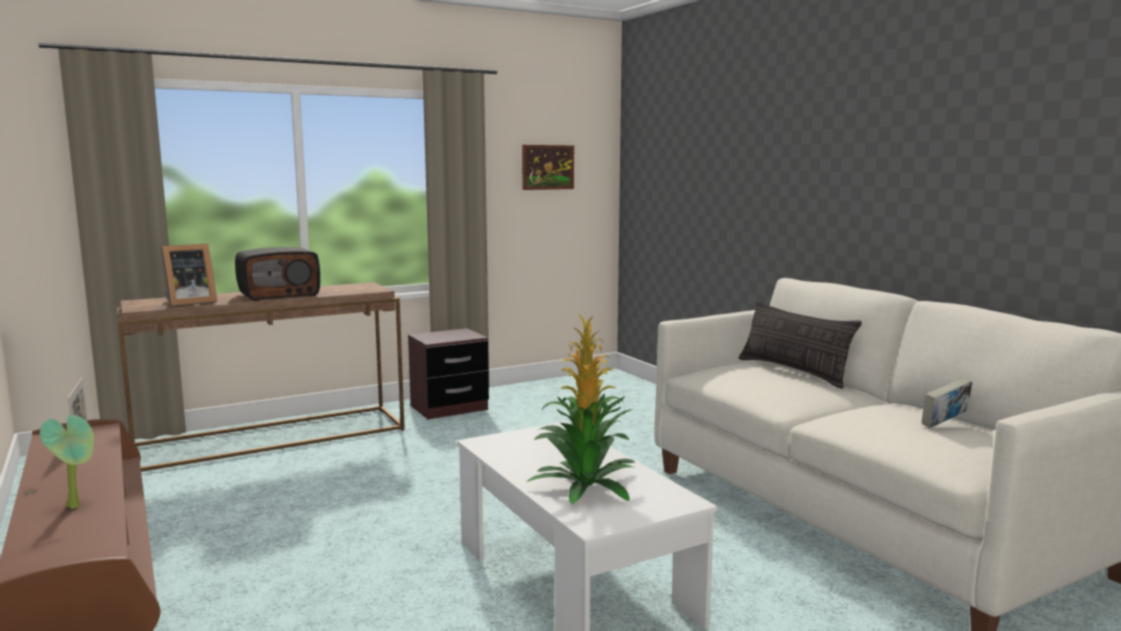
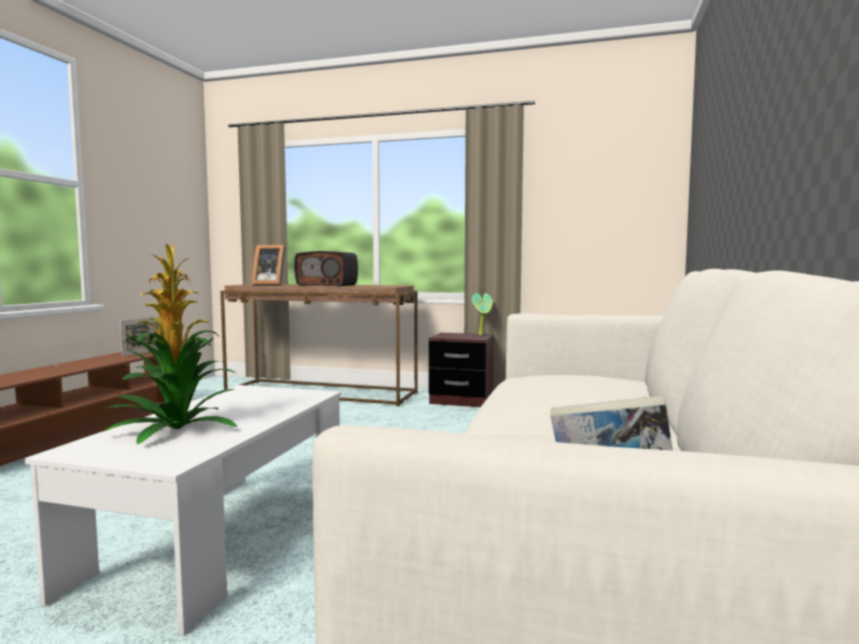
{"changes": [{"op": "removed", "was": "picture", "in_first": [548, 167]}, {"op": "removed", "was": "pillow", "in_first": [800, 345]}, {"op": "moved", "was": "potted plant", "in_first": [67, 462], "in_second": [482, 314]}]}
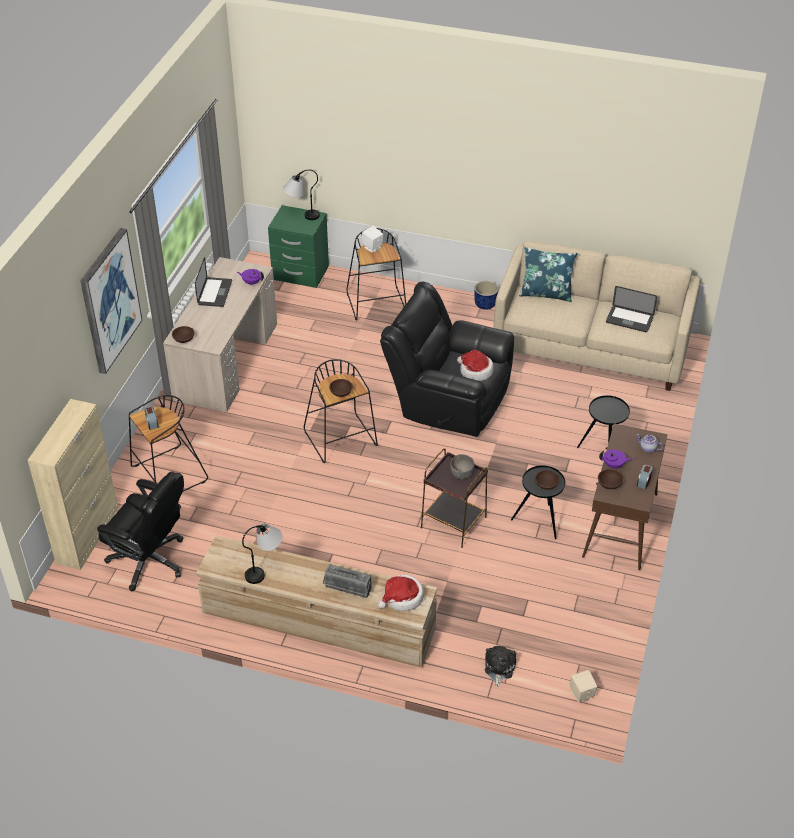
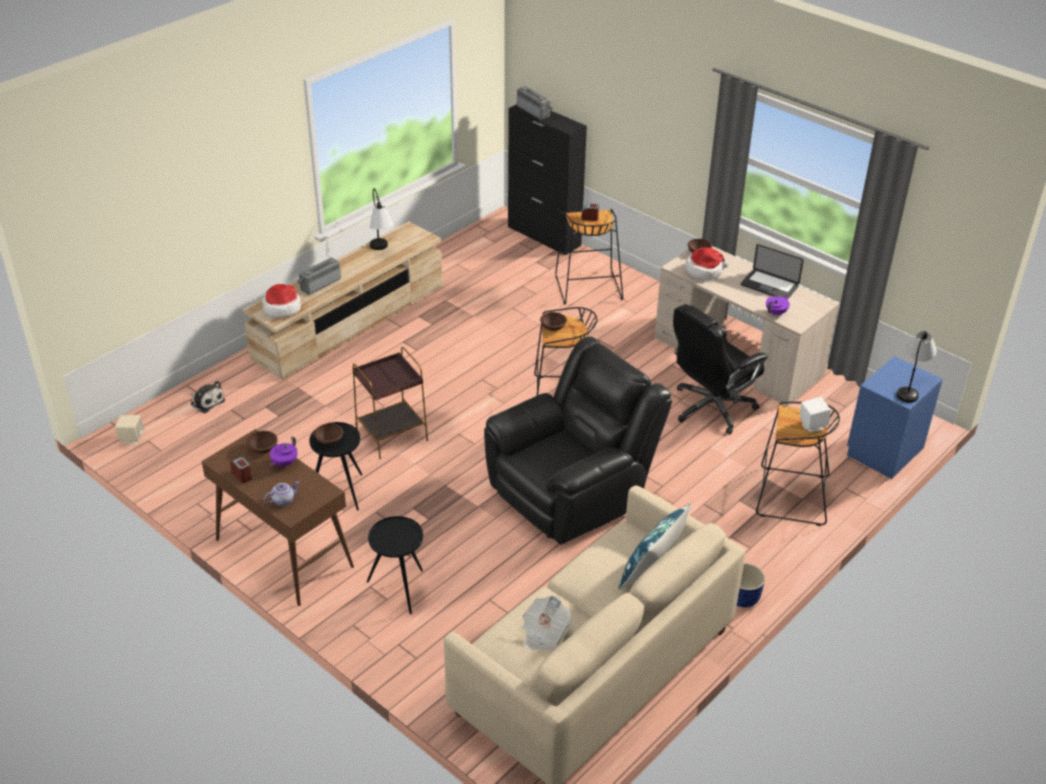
{"changes": [{"op": "recoloured", "was": "green nightstand", "now": "blue nightstand", "in_first": [298, 246], "in_second": [895, 417]}, {"op": "removed", "was": "picture", "in_first": [111, 301]}, {"op": "replaced", "was": "laptop", "now": "newspaper", "in_first": [631, 309], "in_second": [547, 623]}, {"op": "moved", "was": "hat", "in_first": [475, 365], "in_second": [707, 263]}, {"op": "recoloured", "was": "beige cabinet", "now": "black cabinet", "in_first": [73, 484], "in_second": [547, 179]}, {"op": "removed", "was": "grey bowl", "in_first": [462, 466]}, {"op": "moved", "was": "black office chair", "in_first": [140, 531], "in_second": [720, 369]}, {"op": "added", "now": "radio", "in_second": [535, 103]}]}
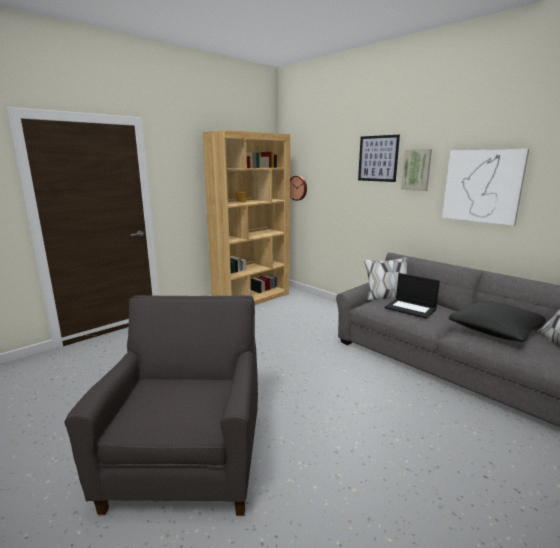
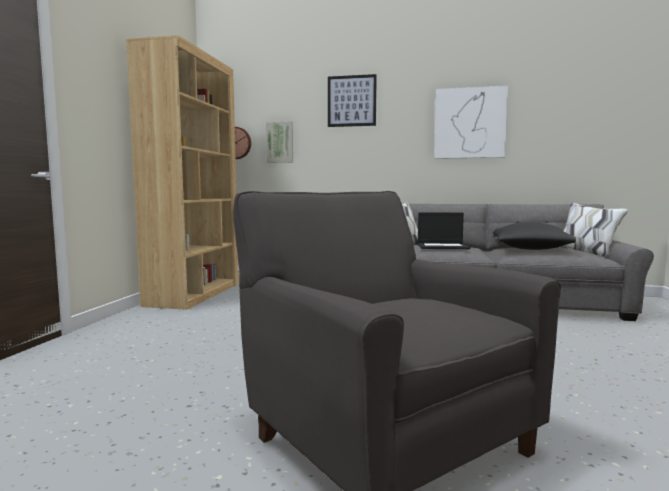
{"changes": [{"op": "moved", "was": "picture", "in_first": [416, 170], "in_second": [279, 142]}]}
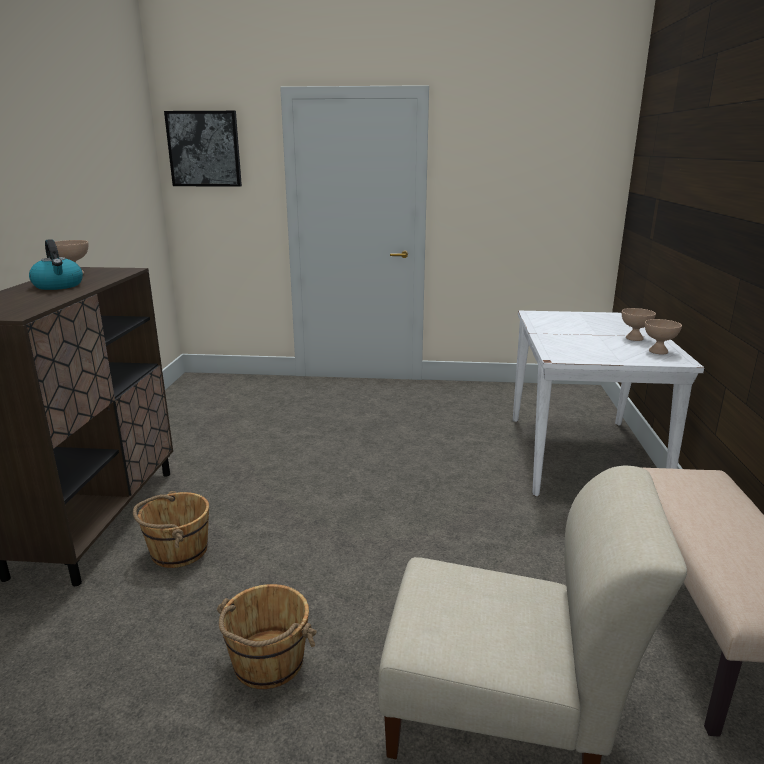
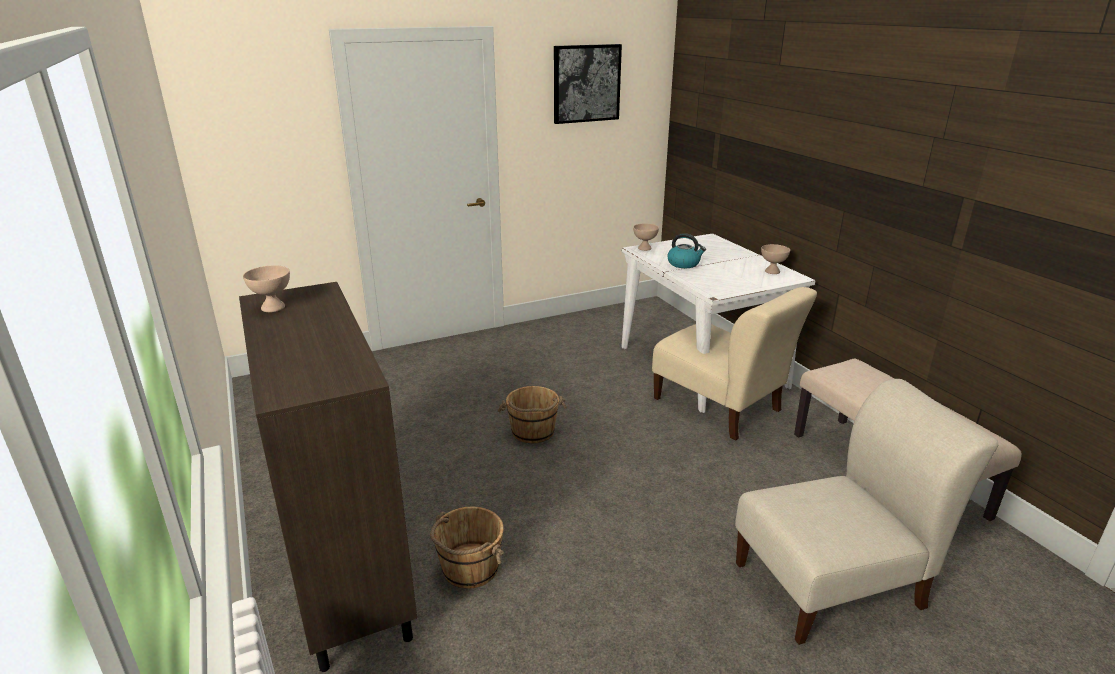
{"changes": [{"op": "moved", "was": "picture", "in_first": [203, 149], "in_second": [588, 84]}, {"op": "moved", "was": "kettle", "in_first": [56, 264], "in_second": [686, 250]}, {"op": "moved", "was": "beige bowl", "in_first": [639, 324], "in_second": [646, 237]}, {"op": "moved", "was": "brown bucket", "in_first": [267, 636], "in_second": [532, 414]}, {"op": "added", "now": "beige chair", "in_second": [734, 363]}]}
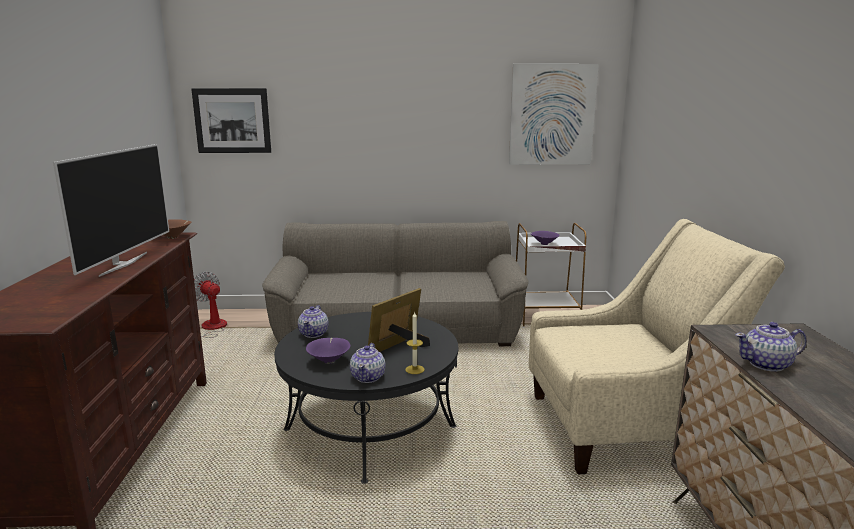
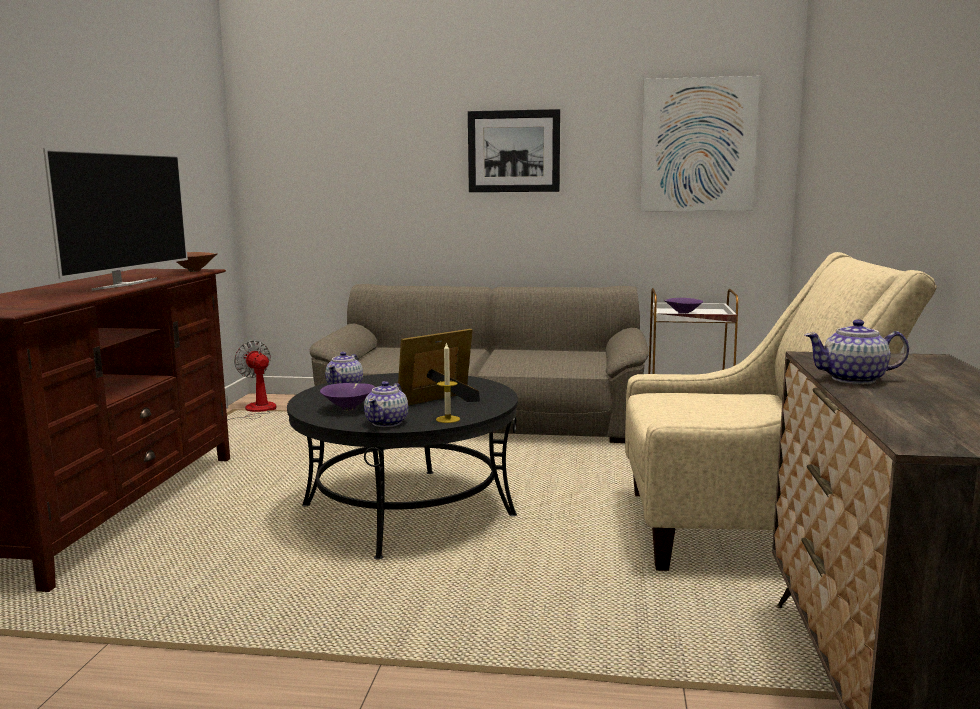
{"changes": [{"op": "moved", "was": "picture", "in_first": [231, 120], "in_second": [514, 150]}]}
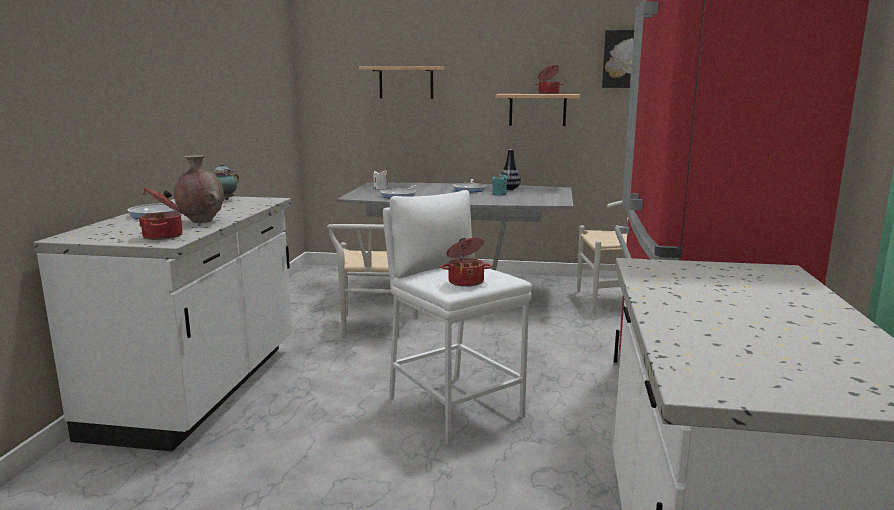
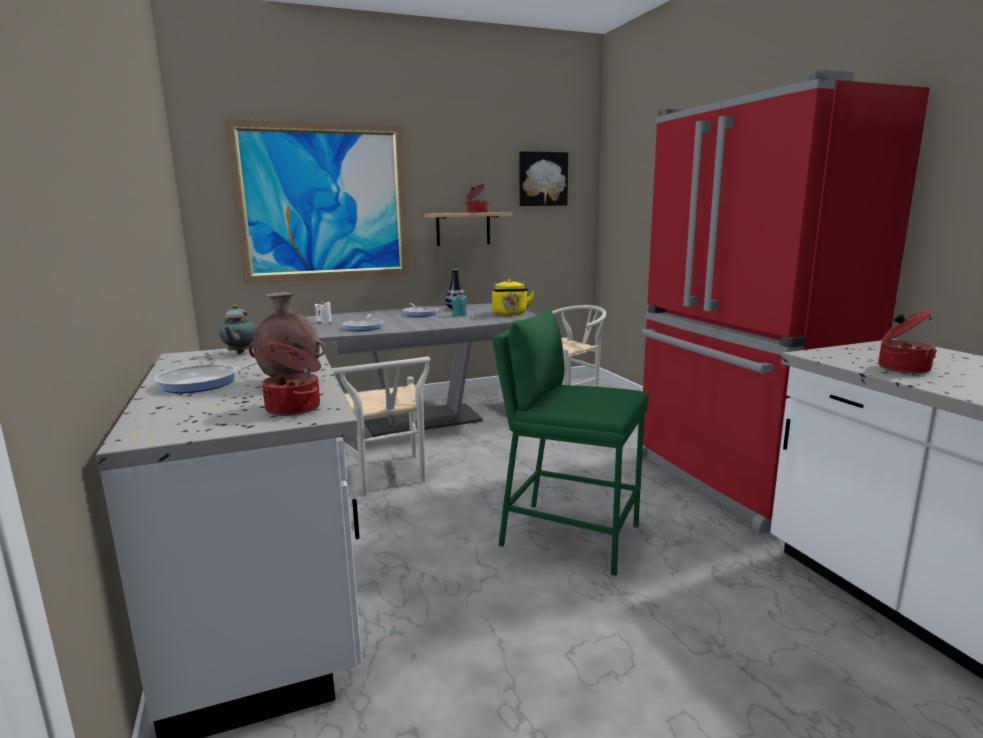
{"changes": [{"op": "replaced", "was": "shelf", "now": "picture", "in_first": [402, 82], "in_second": [316, 201]}, {"op": "recoloured", "was": "white stool", "now": "green stool", "in_first": [457, 318], "in_second": [571, 442]}, {"op": "moved", "was": "cooking pot", "in_first": [466, 262], "in_second": [907, 342]}, {"op": "added", "now": "yellow kettle", "in_second": [513, 297]}]}
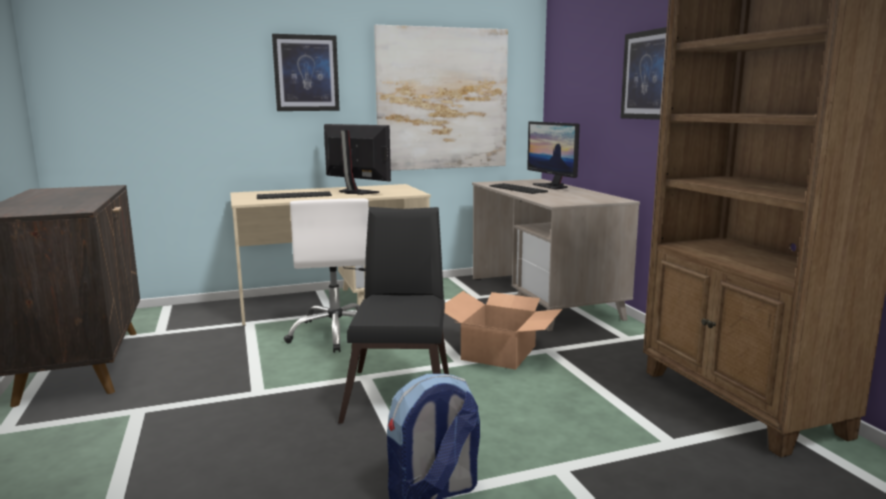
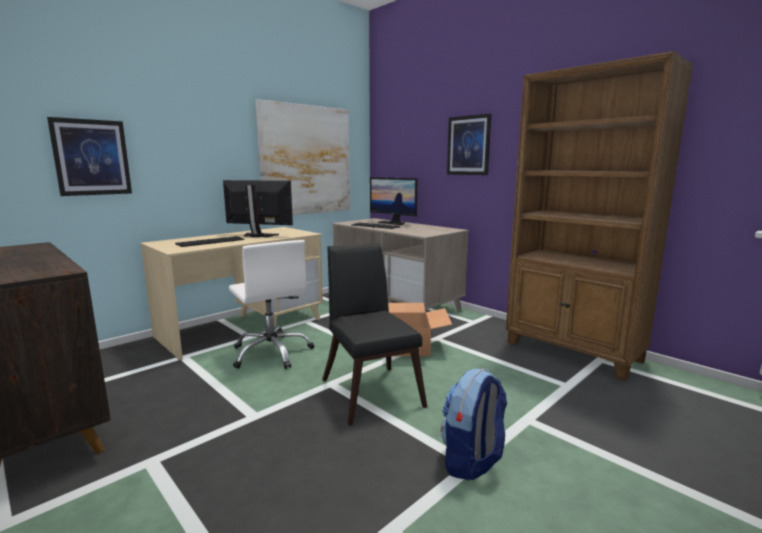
{"changes": [{"op": "moved", "was": "picture", "in_first": [306, 72], "in_second": [89, 156]}]}
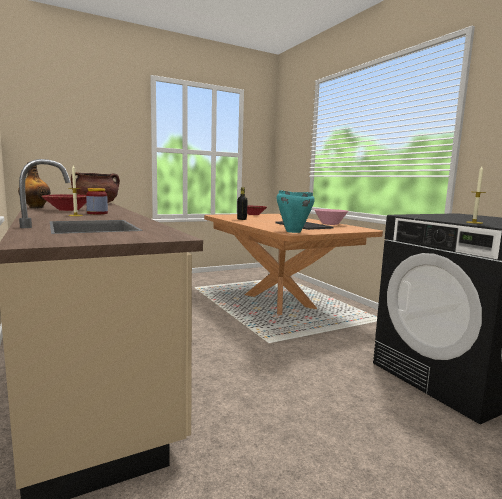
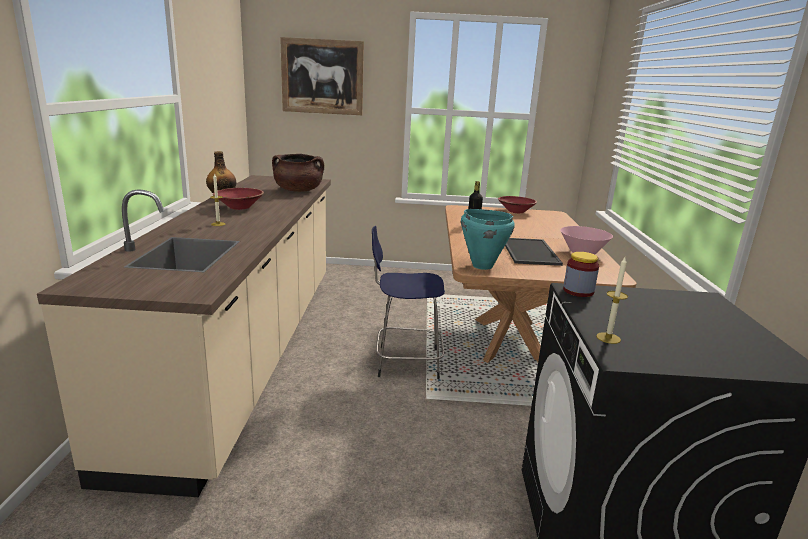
{"changes": [{"op": "moved", "was": "jar", "in_first": [97, 201], "in_second": [581, 274]}, {"op": "added", "now": "picture", "in_second": [322, 76]}, {"op": "added", "now": "blue stool", "in_second": [408, 302]}]}
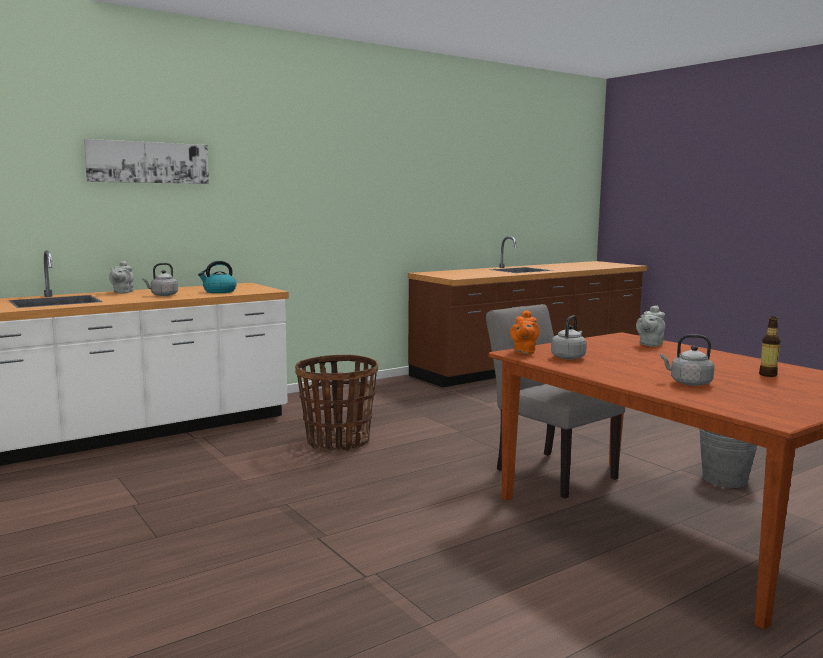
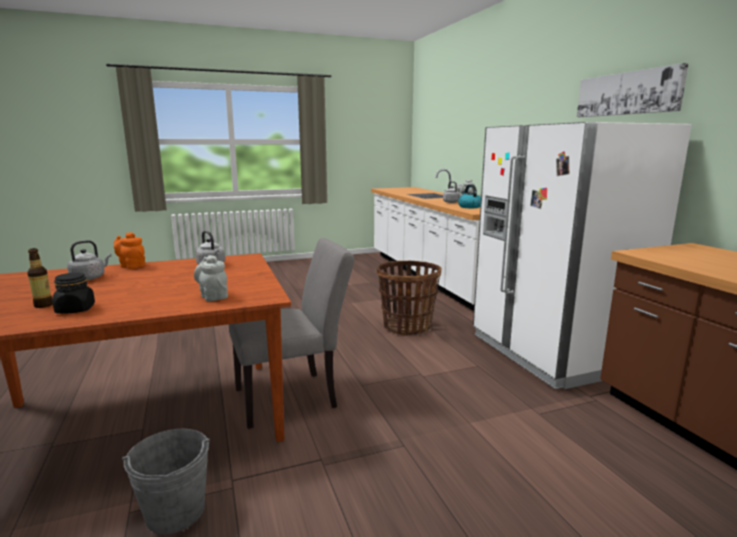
{"changes": [{"op": "moved", "was": "picture", "in_first": [146, 161], "in_second": [633, 90]}, {"op": "moved", "was": "orange teapot", "in_first": [525, 332], "in_second": [129, 250]}, {"op": "added", "now": "white fridge", "in_second": [582, 255]}, {"op": "added", "now": "black jar", "in_second": [73, 293]}]}
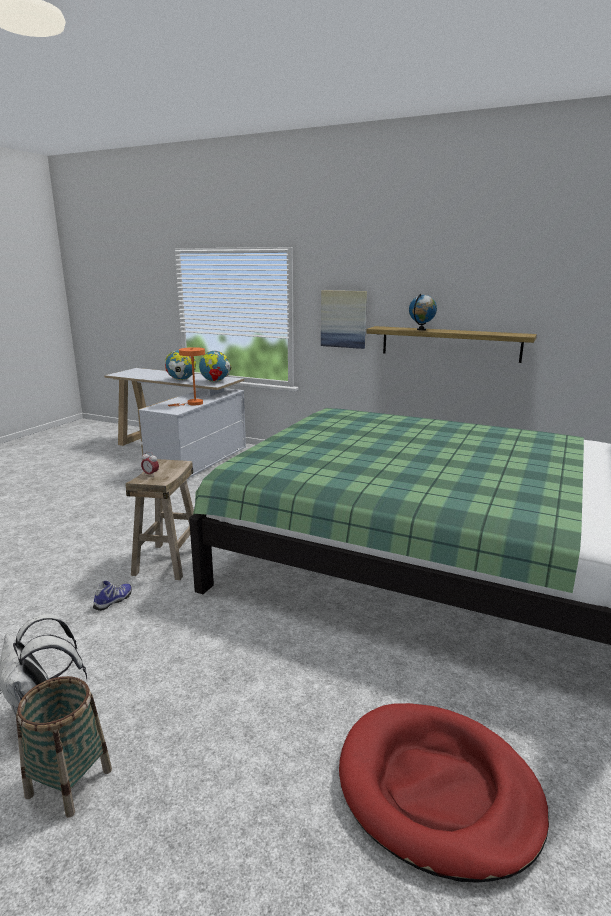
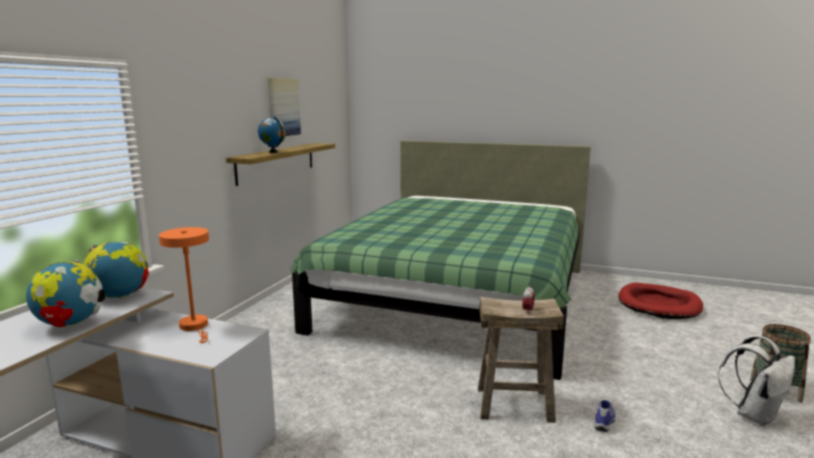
{"changes": [{"op": "moved", "was": "picture", "in_first": [344, 319], "in_second": [284, 107]}, {"op": "turned", "was": "shoe", "in_first": [112, 596], "in_second": [605, 416], "clockwise": 90}]}
